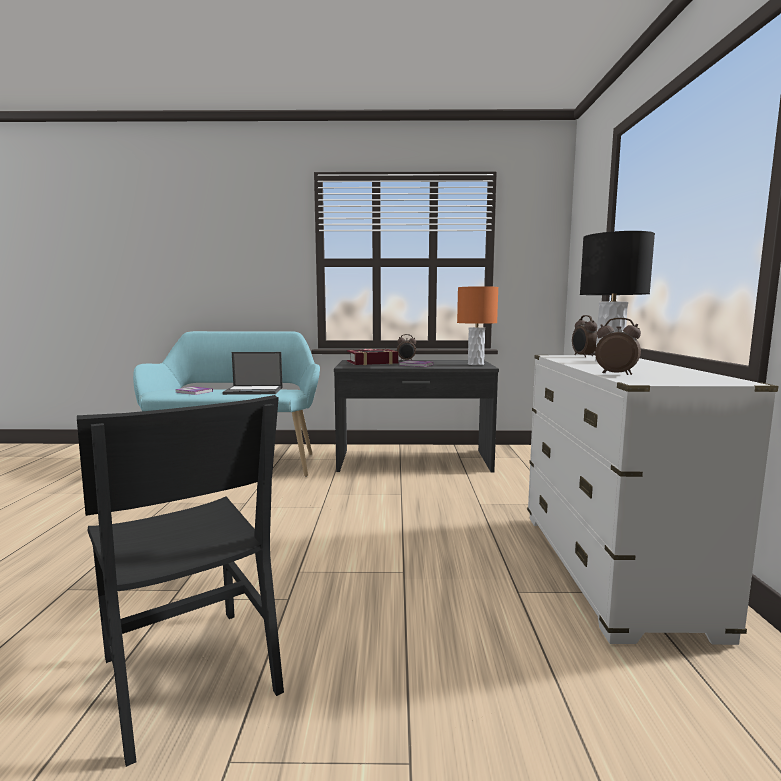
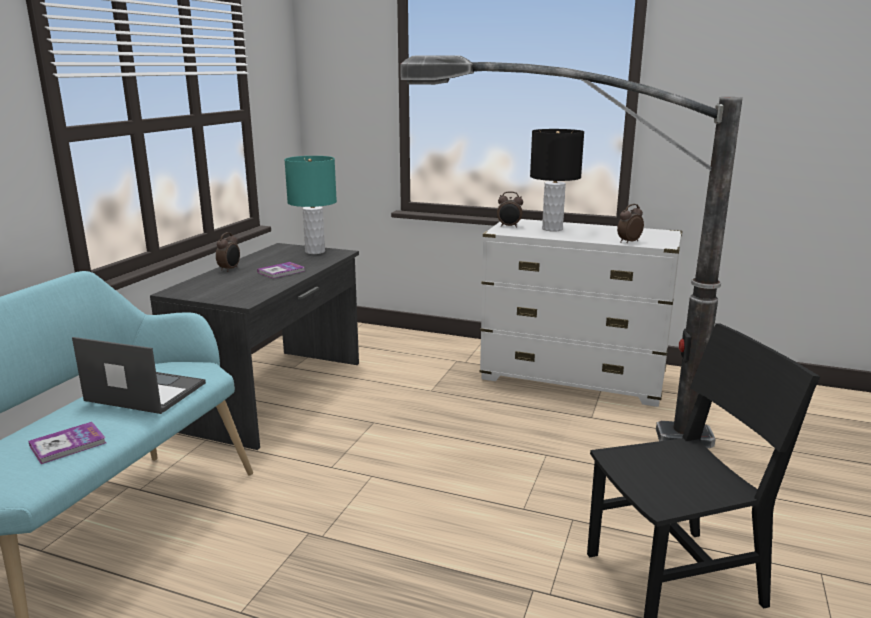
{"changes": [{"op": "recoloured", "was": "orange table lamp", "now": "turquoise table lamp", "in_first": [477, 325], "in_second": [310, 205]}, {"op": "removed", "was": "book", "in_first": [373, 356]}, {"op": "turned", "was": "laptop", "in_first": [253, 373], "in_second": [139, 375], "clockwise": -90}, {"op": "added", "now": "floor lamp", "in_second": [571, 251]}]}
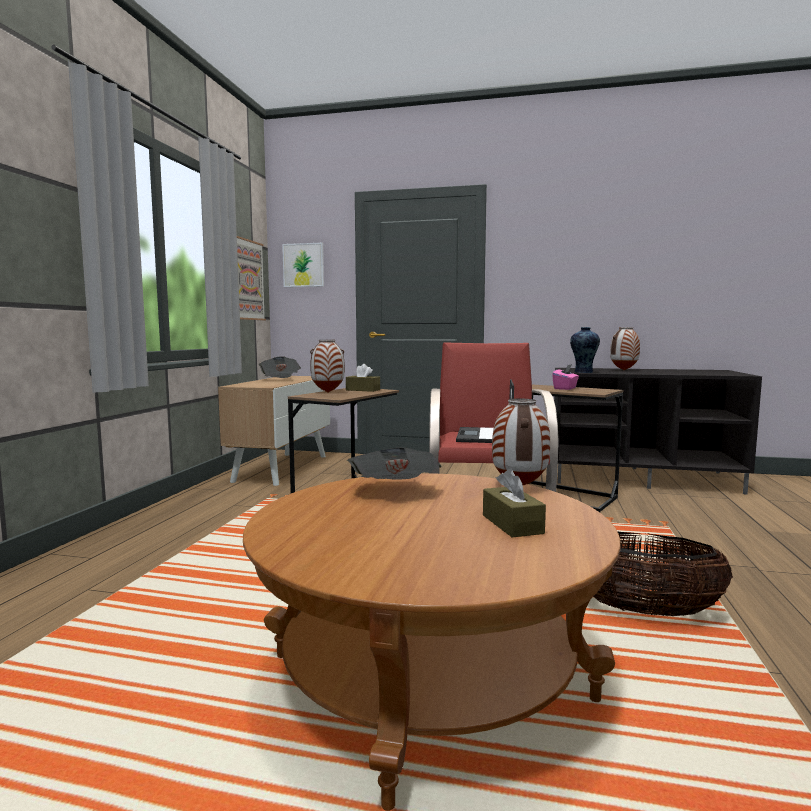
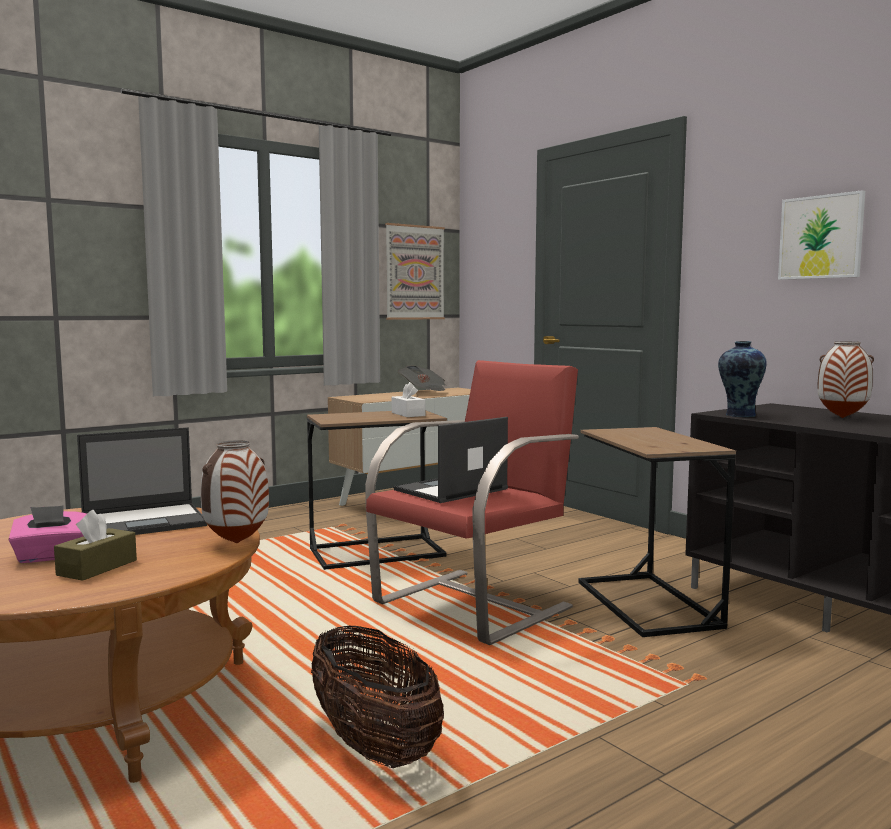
{"changes": [{"op": "moved", "was": "picture", "in_first": [303, 265], "in_second": [821, 235]}, {"op": "removed", "was": "vase", "in_first": [327, 366]}, {"op": "recoloured", "was": "brown tissue box", "now": "white tissue box", "in_first": [363, 378], "in_second": [408, 399]}, {"op": "moved", "was": "pink tissue box", "in_first": [565, 377], "in_second": [48, 534]}, {"op": "replaced", "was": "newspaper", "now": "laptop", "in_first": [394, 464], "in_second": [142, 481]}]}
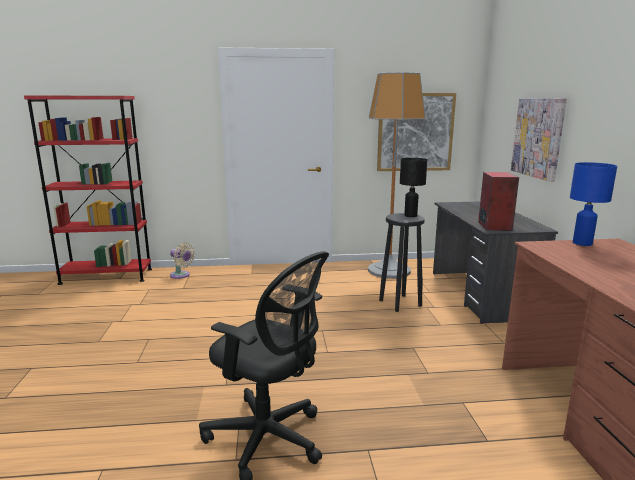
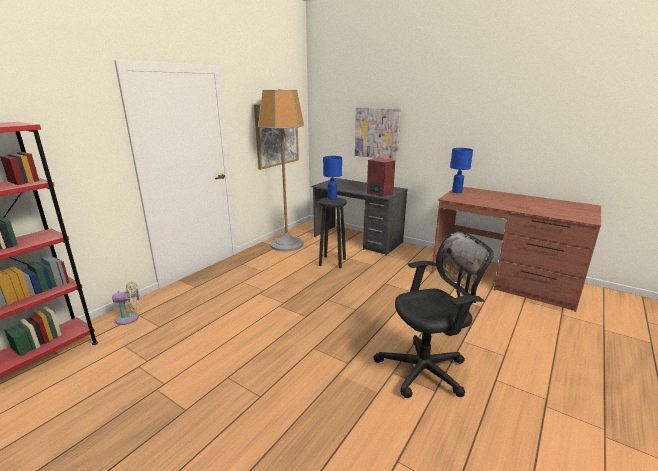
{"changes": [{"op": "recoloured", "was": "black table lamp", "now": "blue table lamp", "in_first": [413, 187], "in_second": [332, 178]}]}
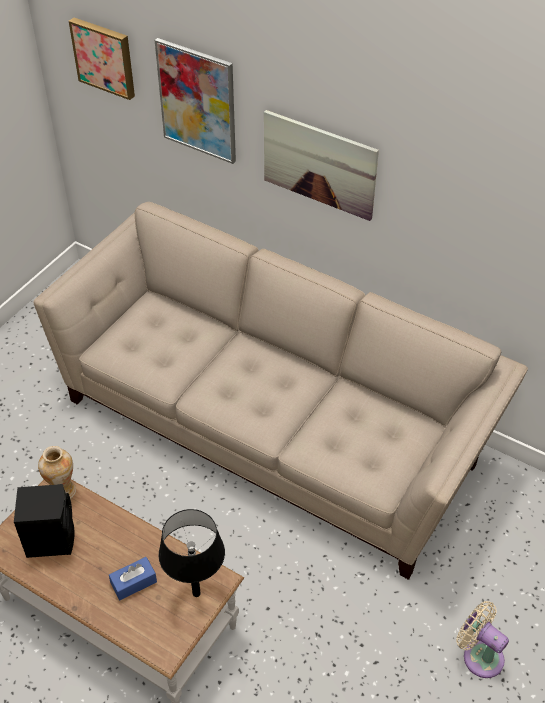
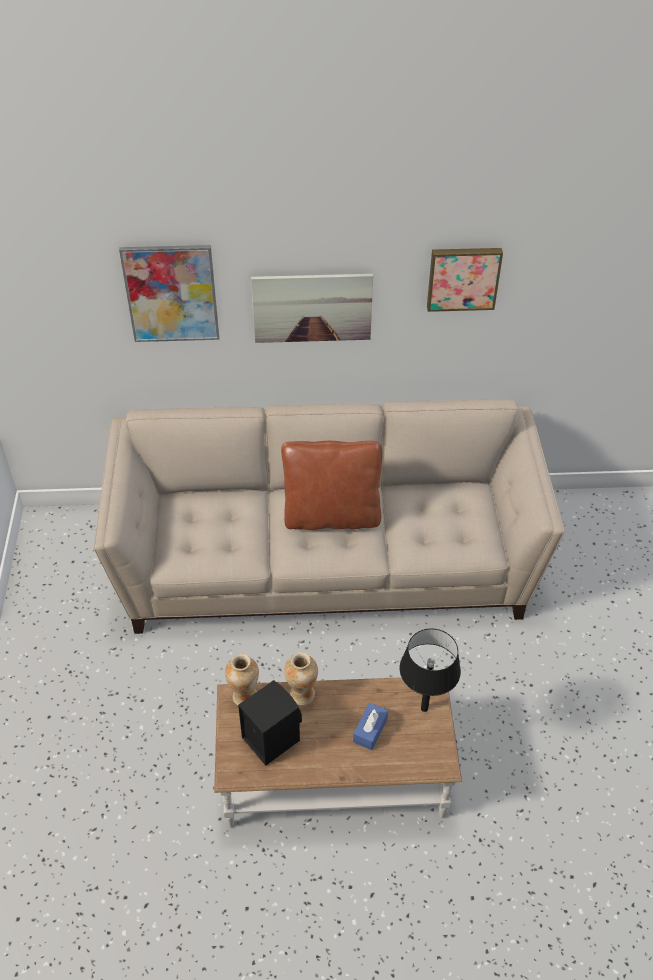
{"changes": [{"op": "moved", "was": "picture", "in_first": [102, 59], "in_second": [465, 280]}, {"op": "removed", "was": "beige fan", "in_first": [482, 639]}, {"op": "added", "now": "brown pillow", "in_second": [331, 485]}, {"op": "added", "now": "vase", "in_second": [301, 678]}]}
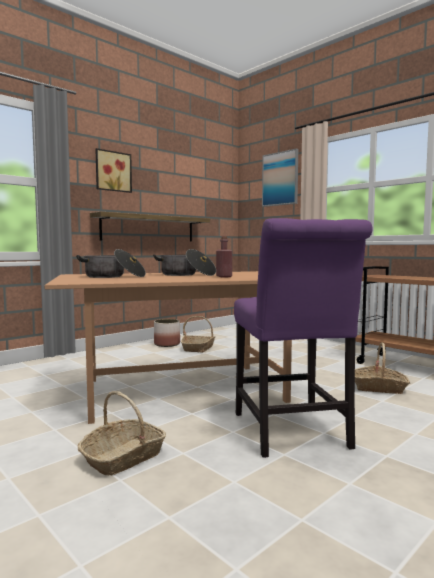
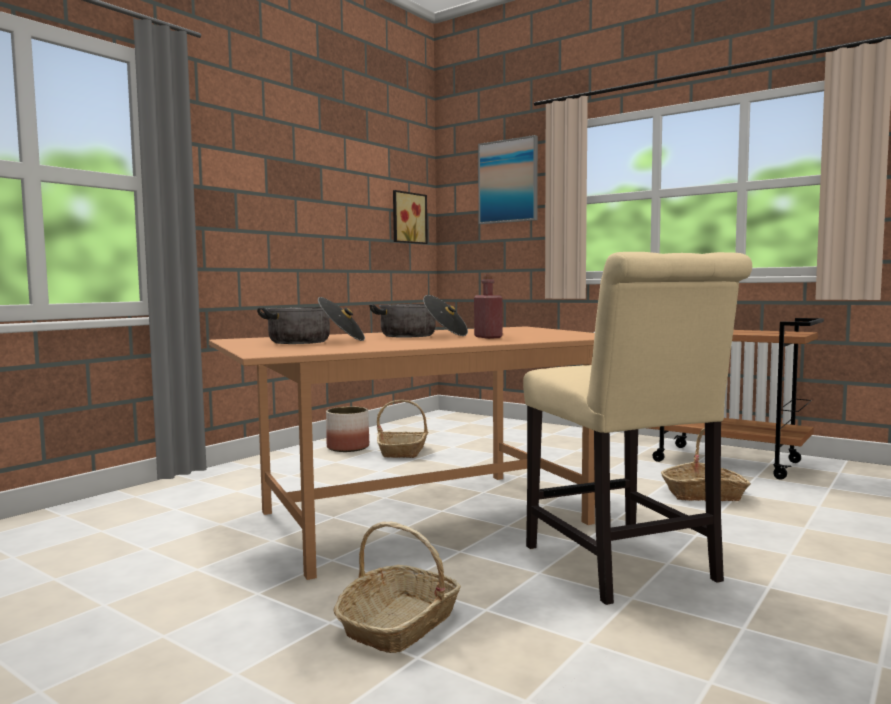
{"changes": [{"op": "moved", "was": "picture", "in_first": [113, 170], "in_second": [410, 217]}, {"op": "removed", "was": "shelf", "in_first": [150, 227]}, {"op": "recoloured", "was": "purple chair", "now": "beige chair", "in_first": [303, 338], "in_second": [637, 428]}]}
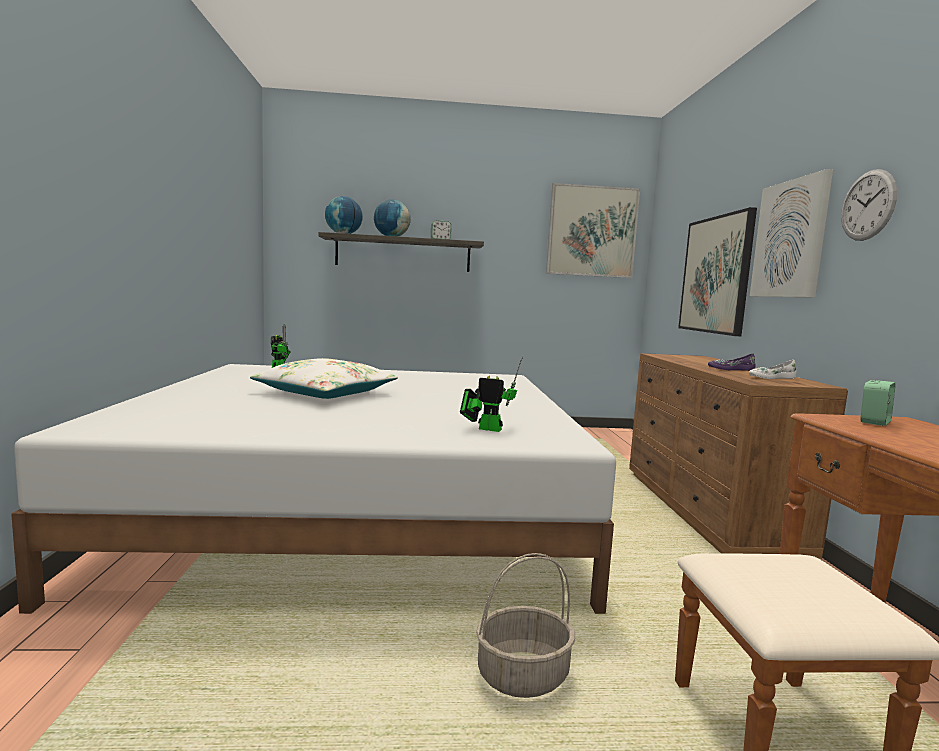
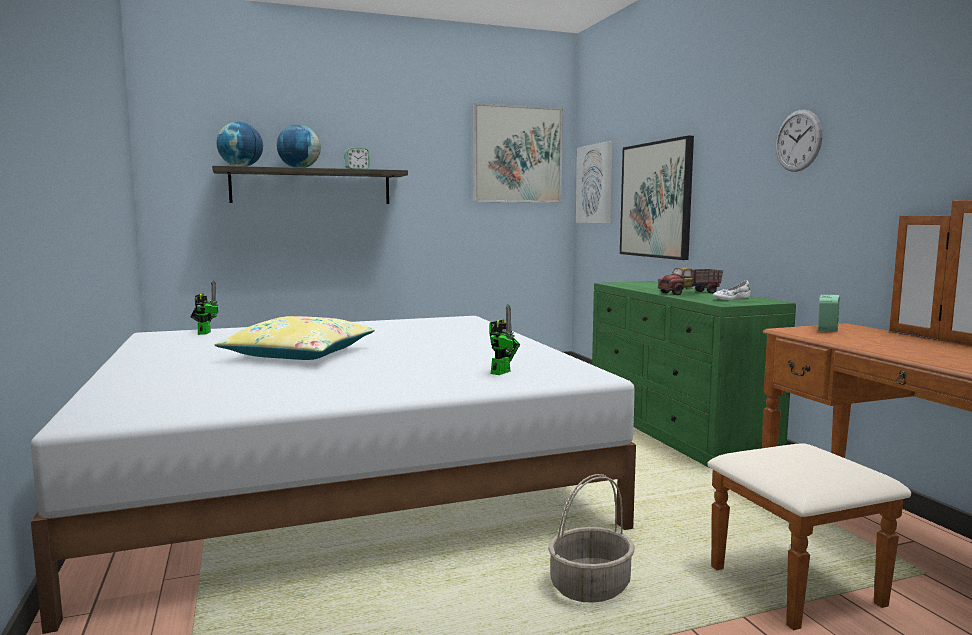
{"changes": [{"op": "moved", "was": "picture", "in_first": [791, 233], "in_second": [594, 182]}, {"op": "recoloured", "was": "brown dresser", "now": "green dresser", "in_first": [738, 456], "in_second": [694, 375]}, {"op": "replaced", "was": "purple shoe", "now": "toy truck", "in_first": [731, 362], "in_second": [690, 281]}, {"op": "turned", "was": "toy robot", "in_first": [491, 394], "in_second": [504, 339], "clockwise": 120}, {"op": "recoloured", "was": "white pillow", "now": "yellow pillow", "in_first": [324, 378], "in_second": [295, 338]}]}
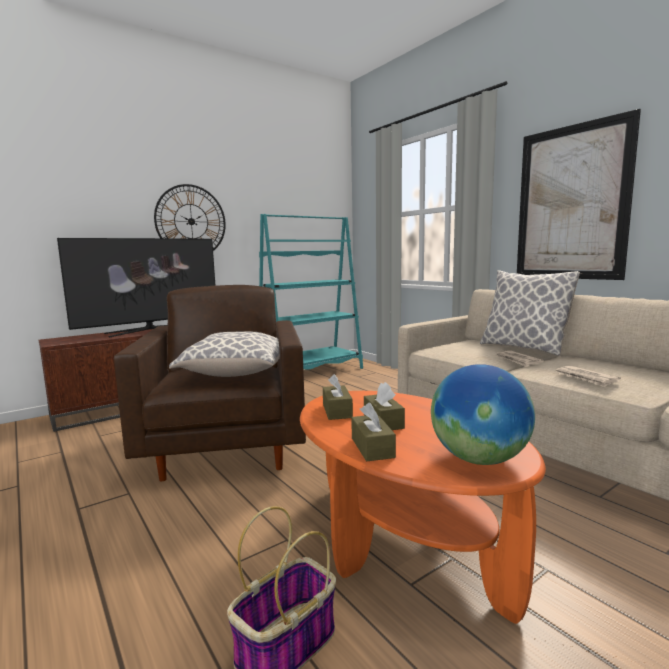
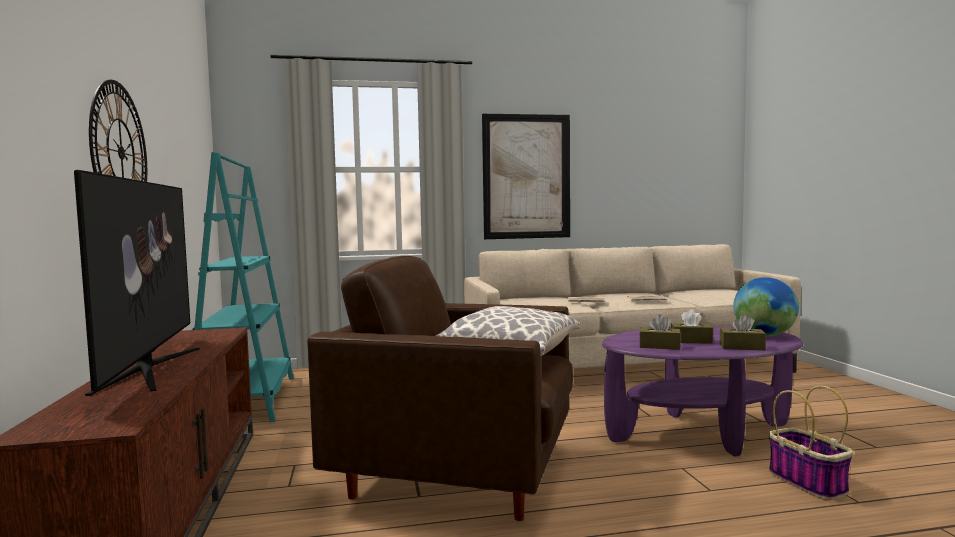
{"changes": [{"op": "removed", "was": "pillow", "in_first": [530, 313]}, {"op": "recoloured", "was": "orange coffee table", "now": "purple coffee table", "in_first": [423, 507], "in_second": [702, 391]}]}
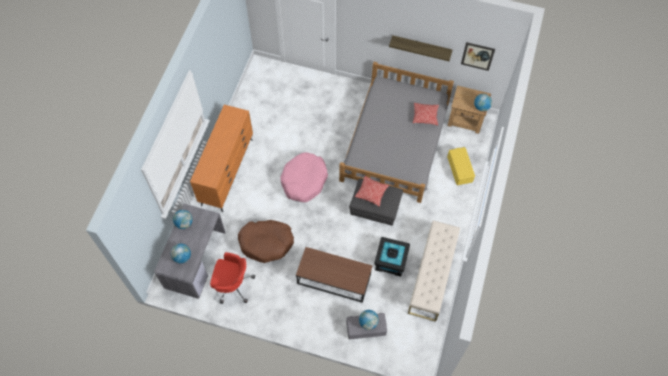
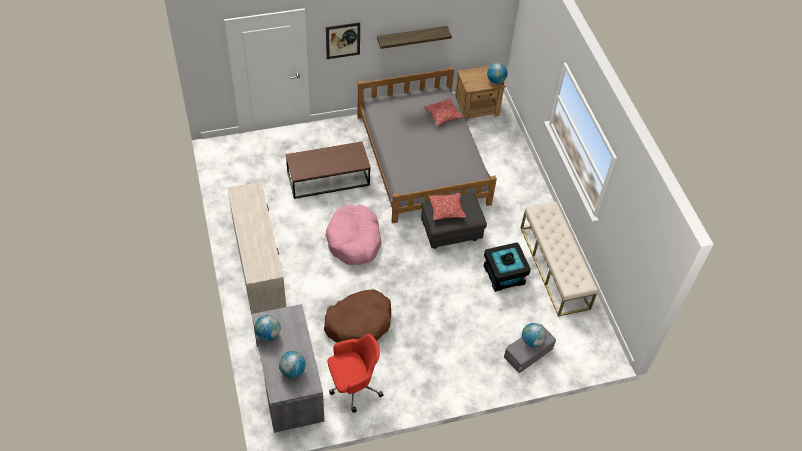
{"changes": [{"op": "moved", "was": "picture", "in_first": [478, 56], "in_second": [343, 40]}, {"op": "recoloured", "was": "orange dresser", "now": "beige dresser", "in_first": [221, 158], "in_second": [256, 248]}, {"op": "removed", "was": "yellow storage box", "in_first": [461, 166]}, {"op": "moved", "was": "brown coffee table", "in_first": [334, 275], "in_second": [328, 170]}]}
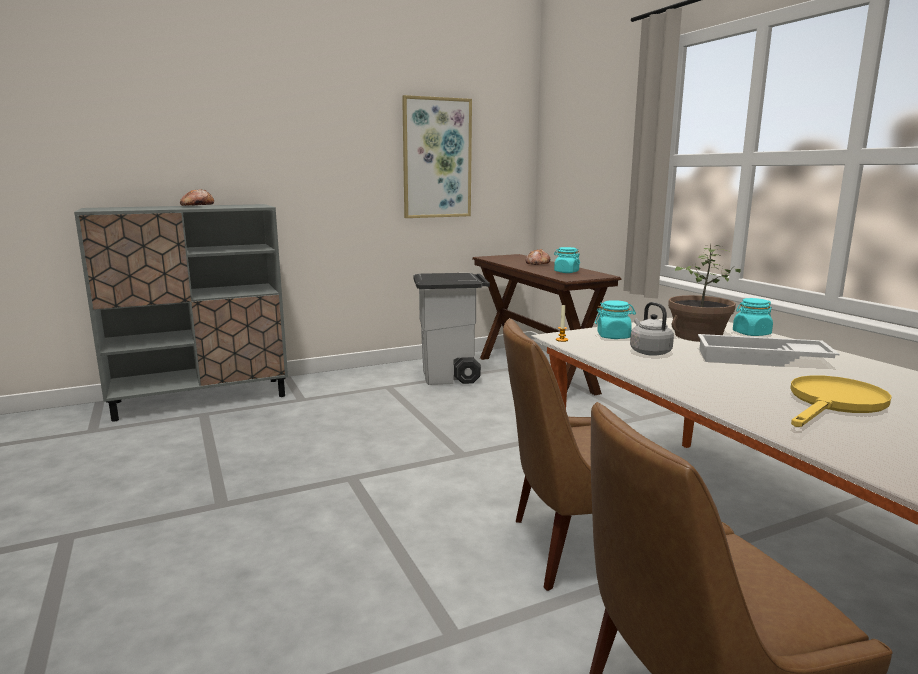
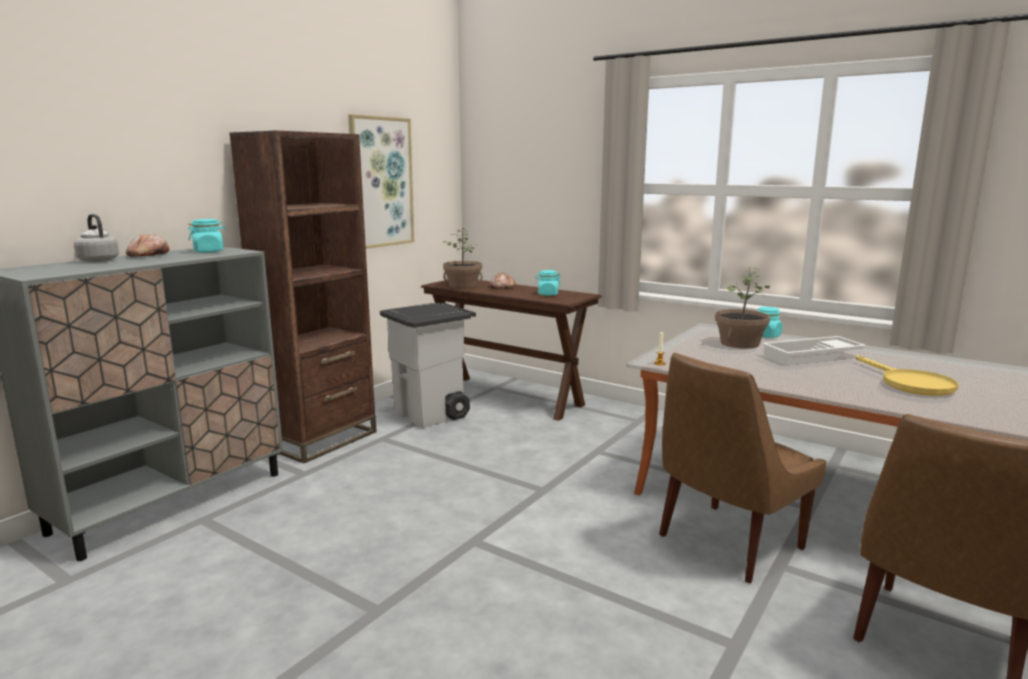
{"changes": [{"op": "moved", "was": "turquoise jar", "in_first": [615, 319], "in_second": [207, 236]}, {"op": "moved", "was": "grey kettle", "in_first": [652, 329], "in_second": [96, 238]}, {"op": "turned", "was": "yellow frying pan", "in_first": [841, 401], "in_second": [907, 375], "clockwise": 150}, {"op": "added", "now": "brown bookcase", "in_second": [303, 296]}, {"op": "added", "now": "potted plant", "in_second": [463, 258]}]}
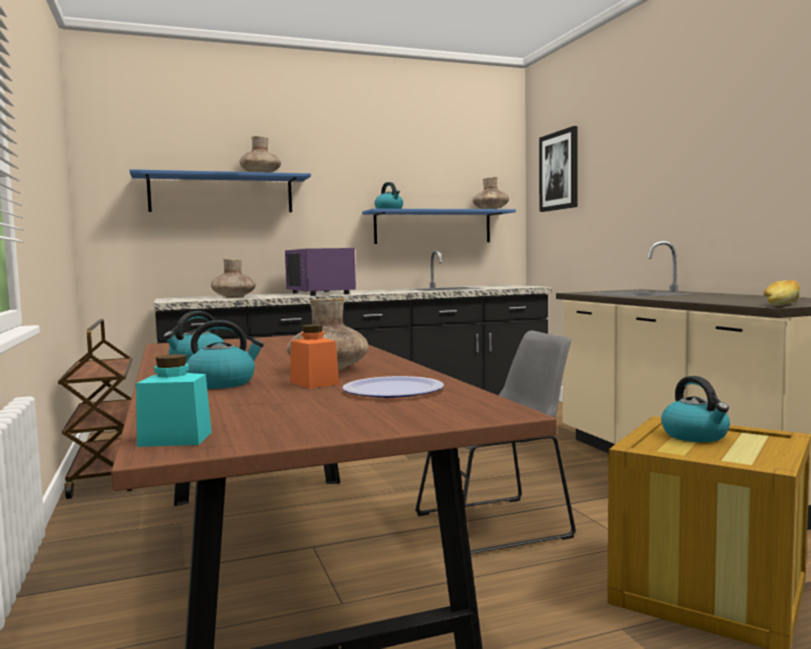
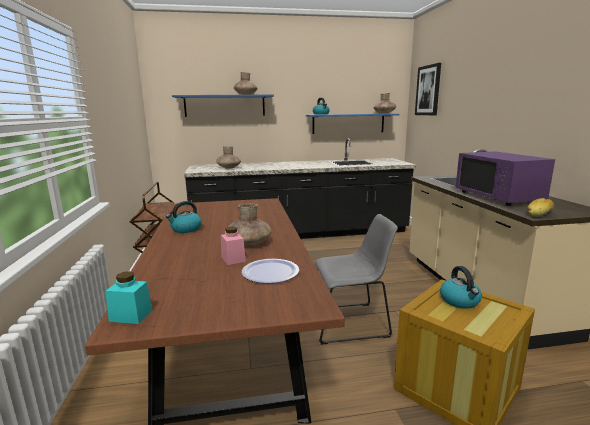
{"changes": [{"op": "moved", "was": "purple microwave", "in_first": [320, 272], "in_second": [505, 178]}, {"op": "removed", "was": "kettle", "in_first": [225, 354]}, {"op": "recoloured", "was": "orange jar", "now": "pink jar", "in_first": [314, 356], "in_second": [233, 246]}]}
